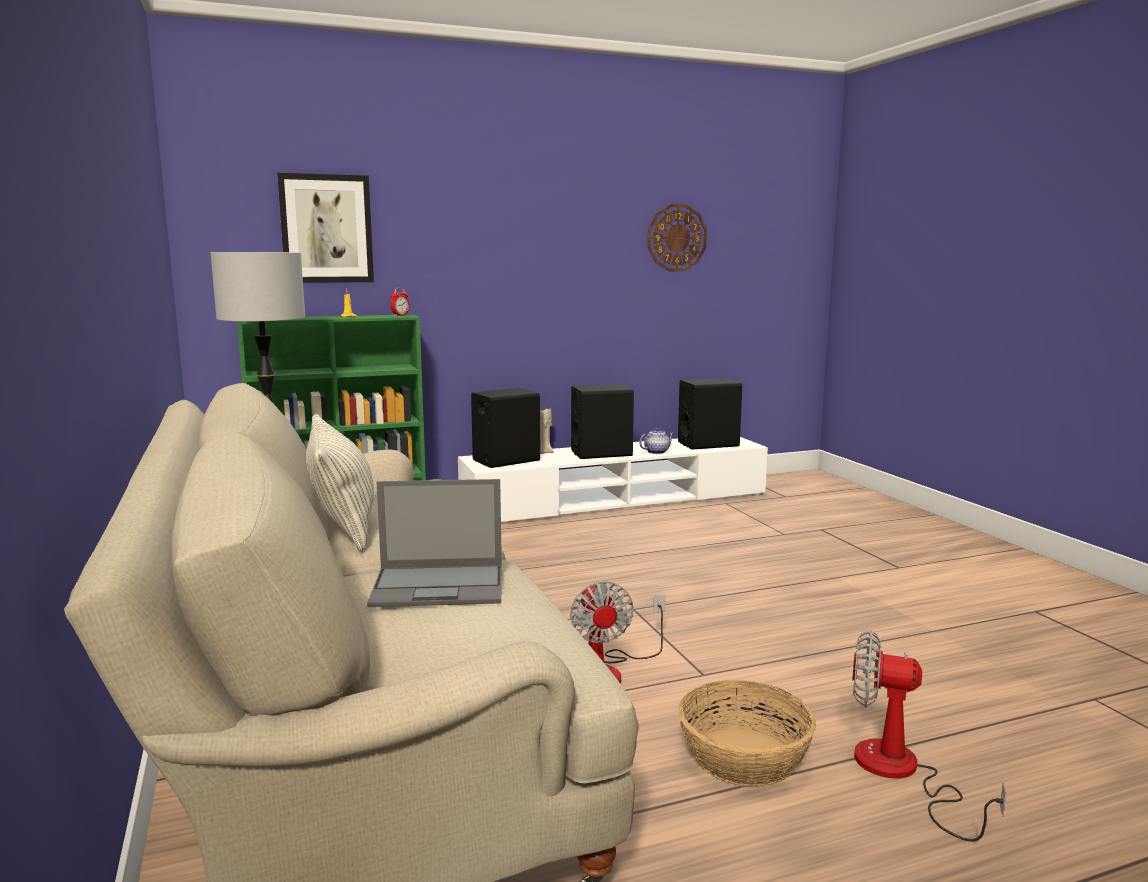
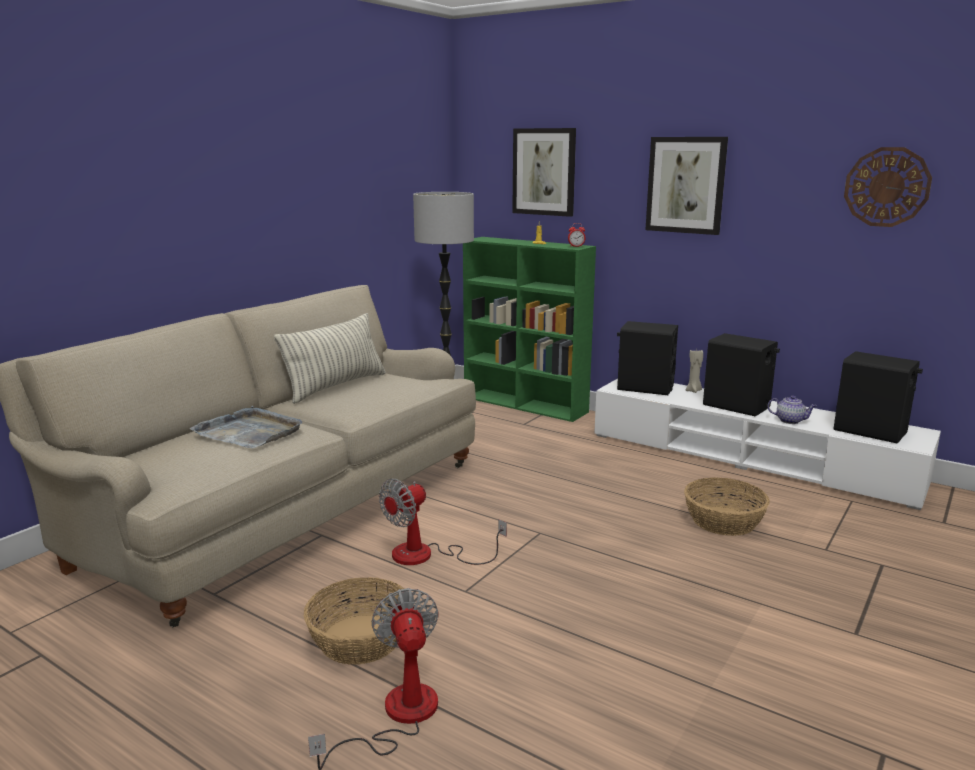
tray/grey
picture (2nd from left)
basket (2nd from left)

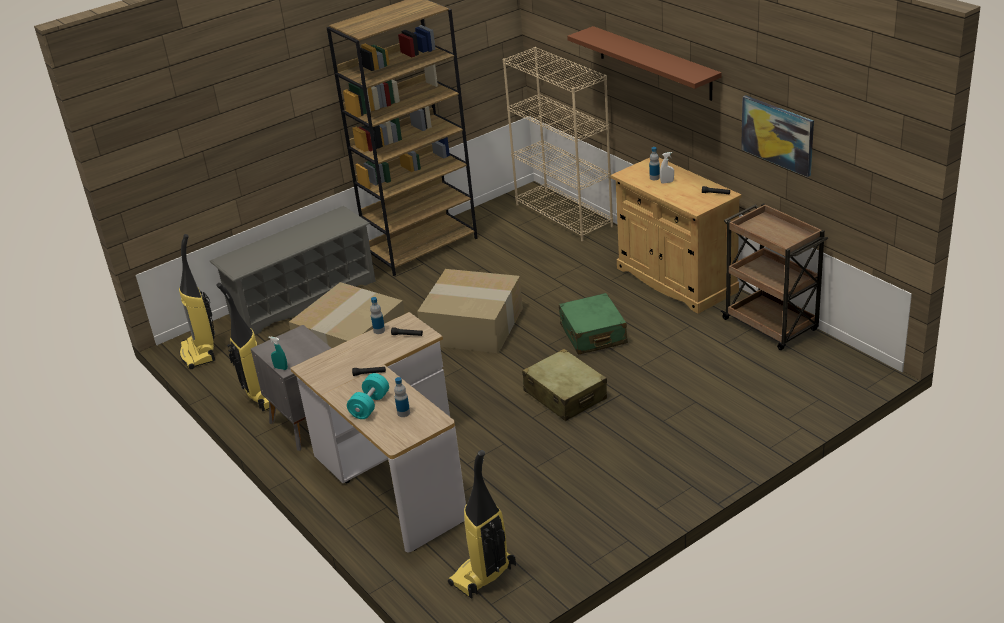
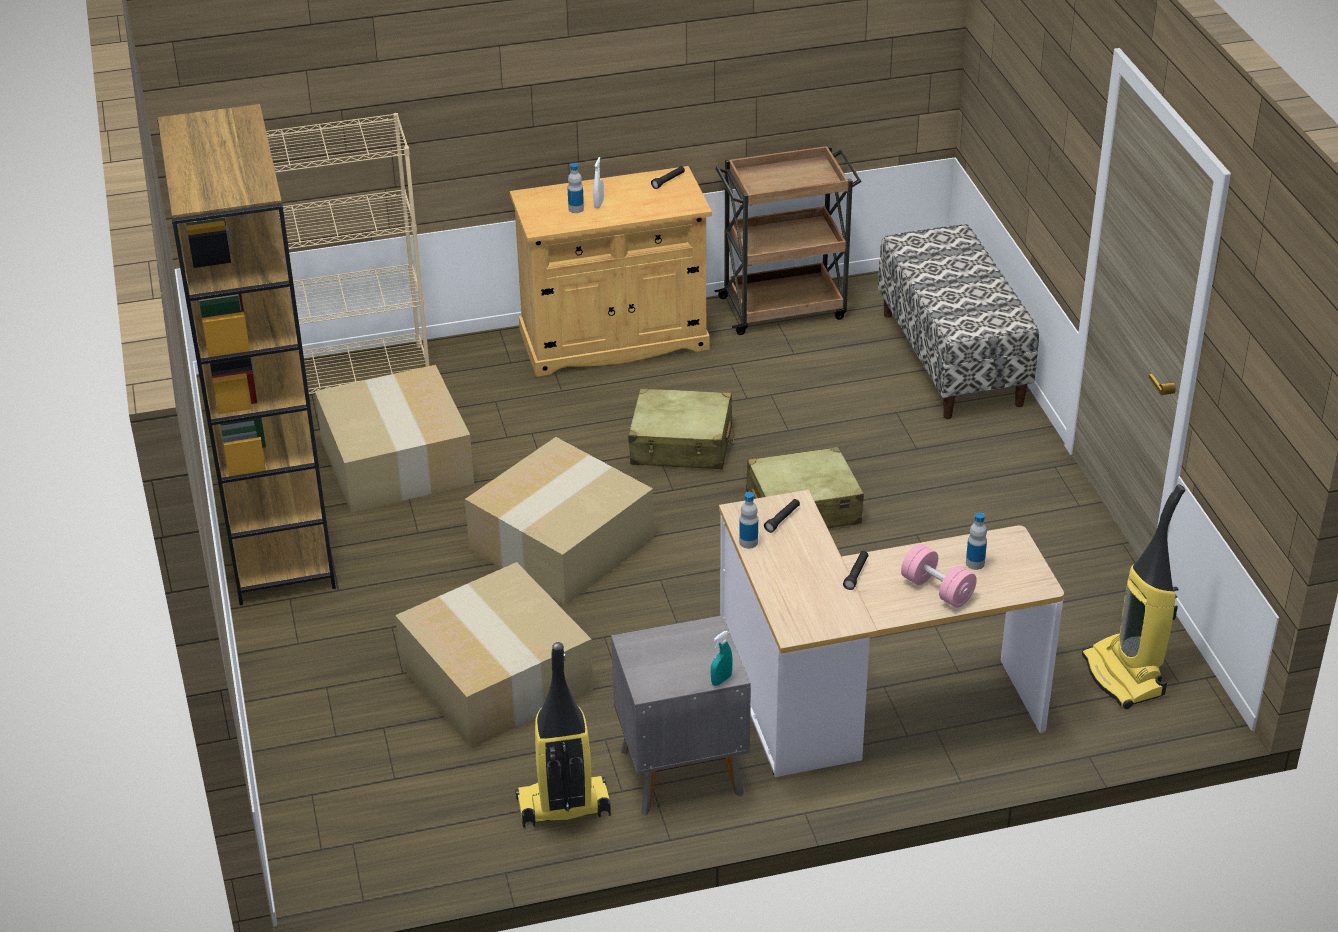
vacuum cleaner (1st from left in the first image)
shoe rack/grey
dumbbell/pink
suitcase/beige (1st from left)
shelf/brown
picture
cardboard box (1st from left)
bench

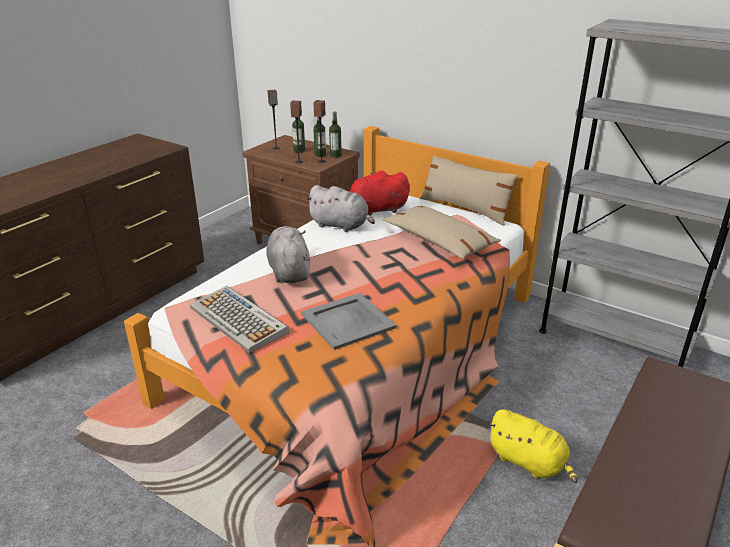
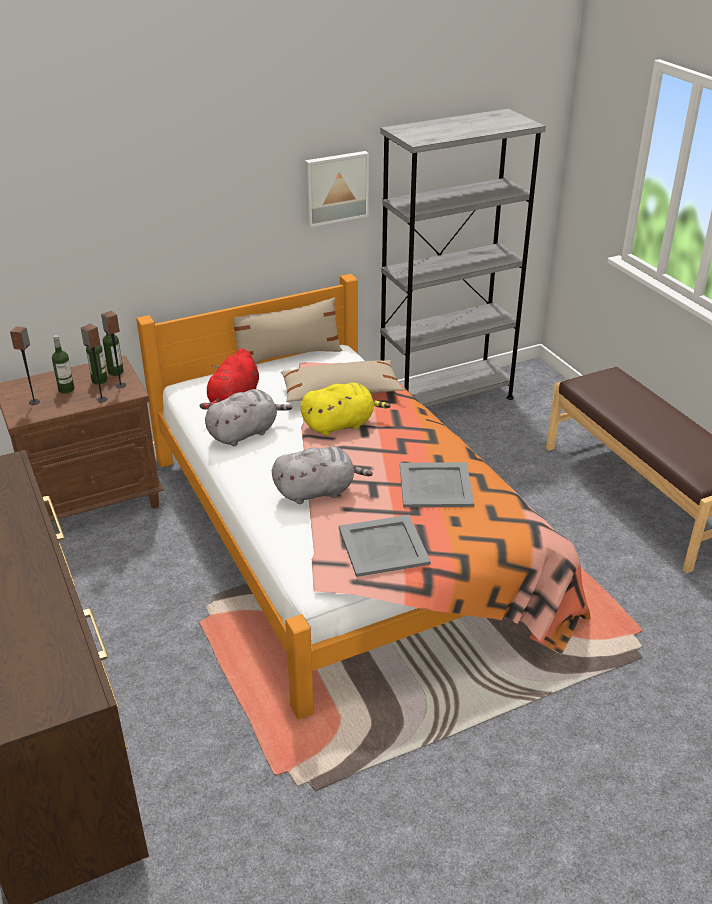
tray/grey (1st from left)
plush toy/grey (2nd from left)
plush toy/yellow
picture

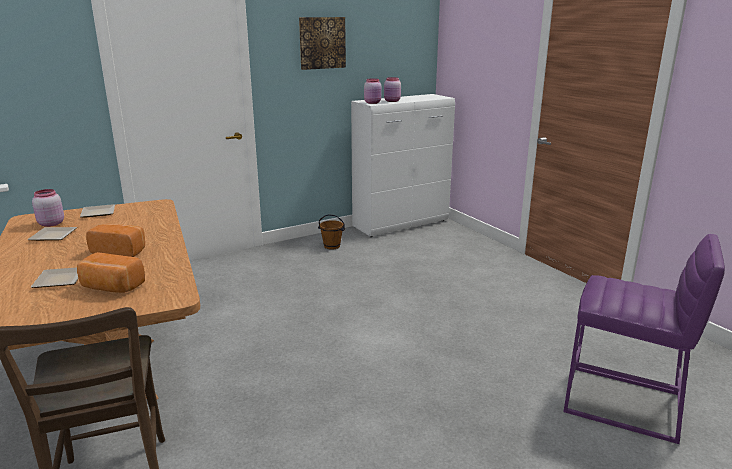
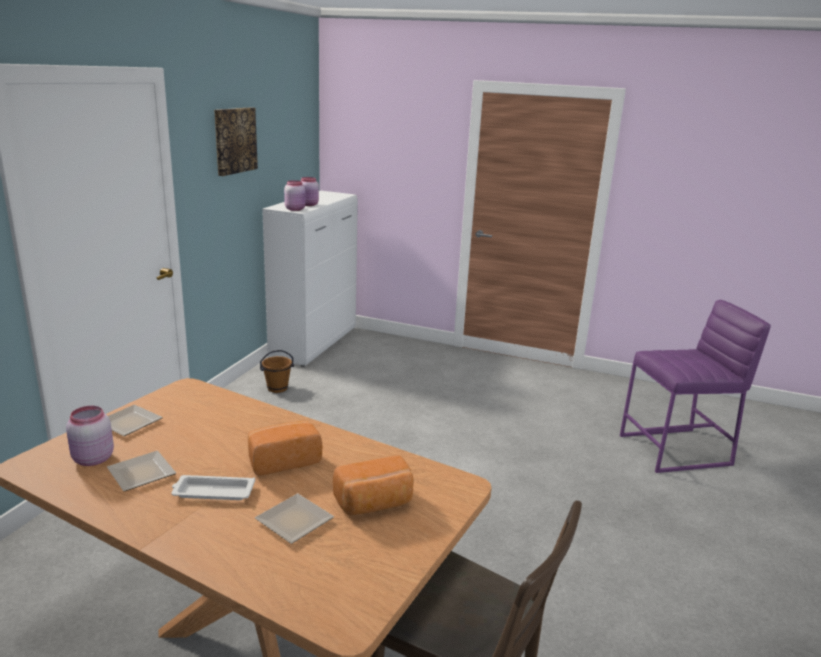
tray/white

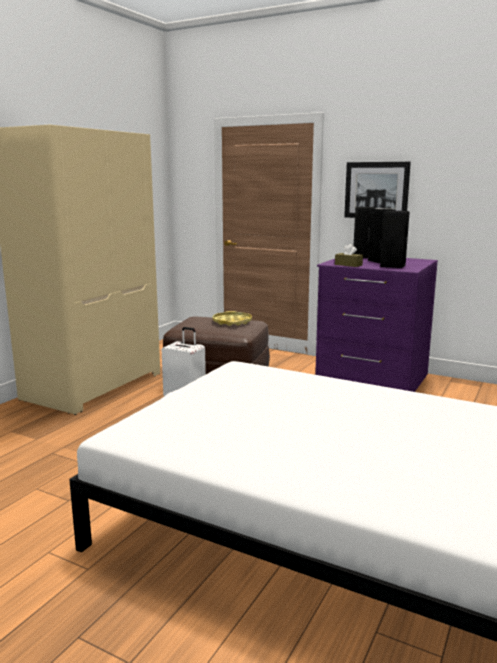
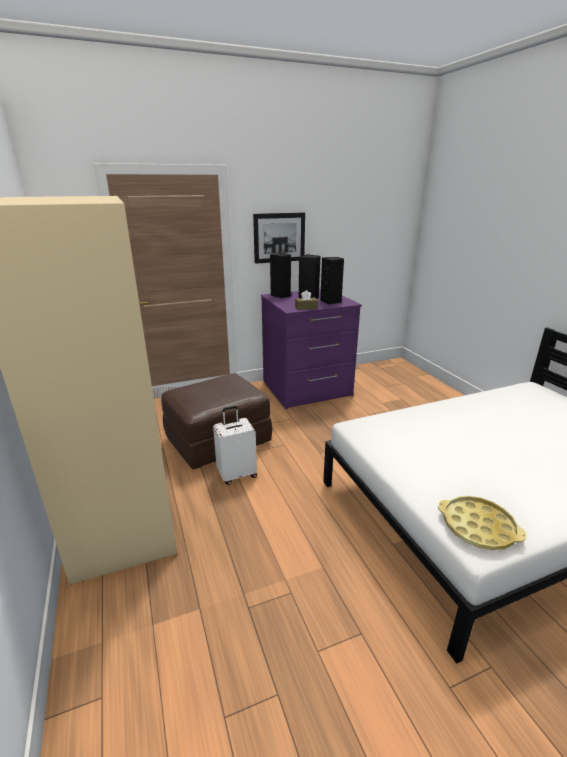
tray/yellow

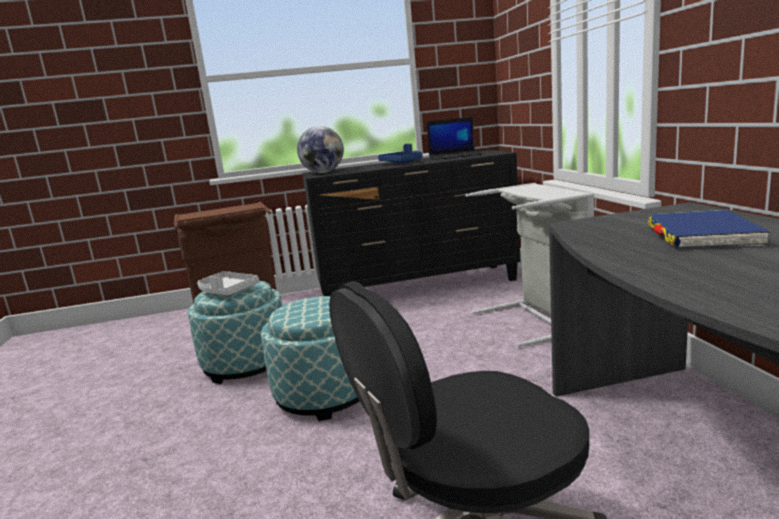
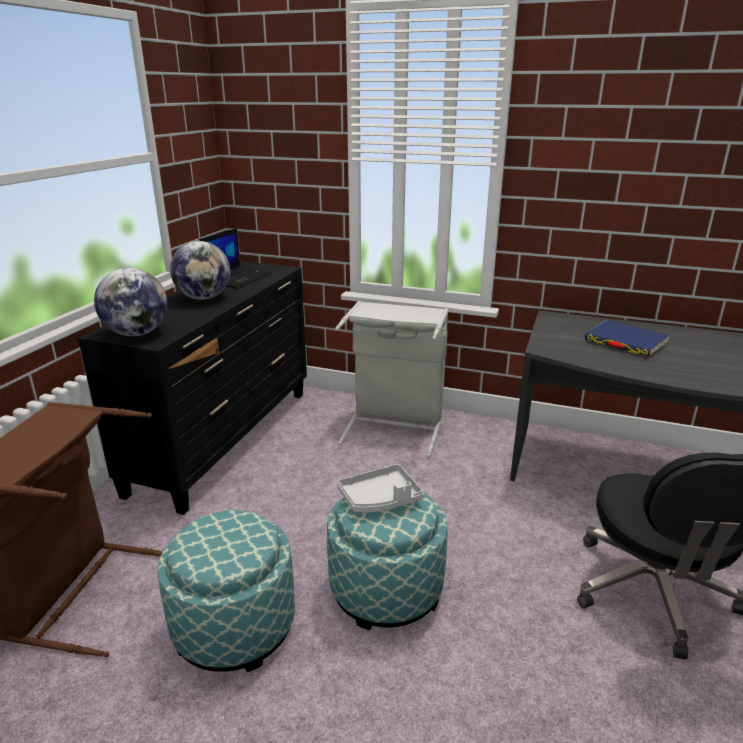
tray/grey
globe (2nd from left)

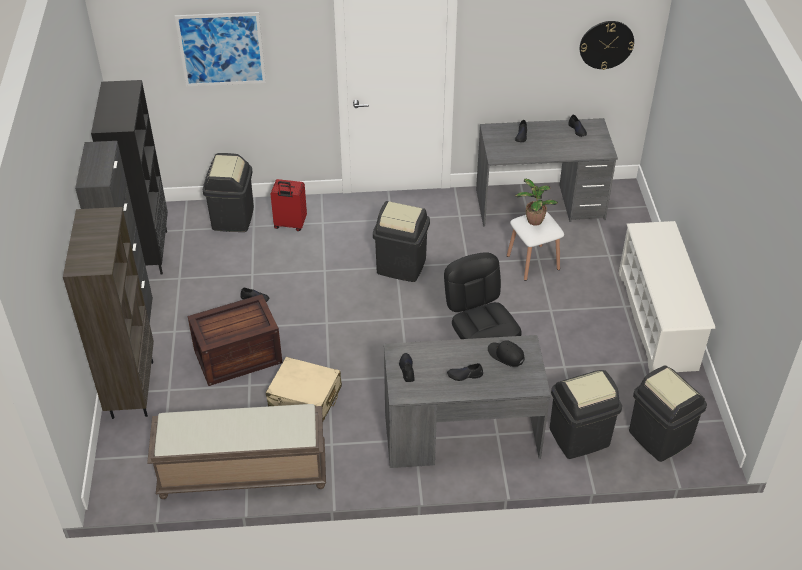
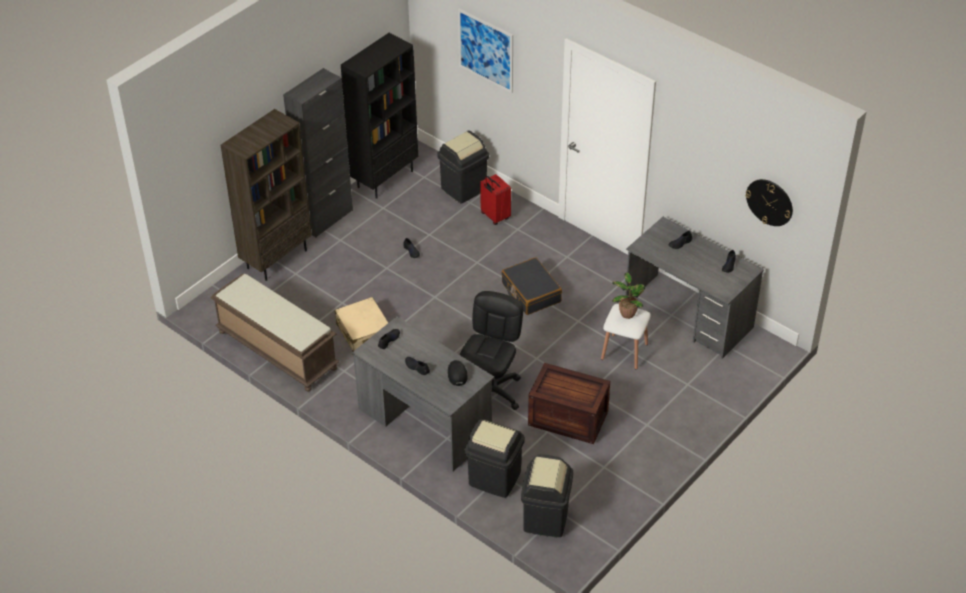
crate
suitcase/black
shoe rack/white

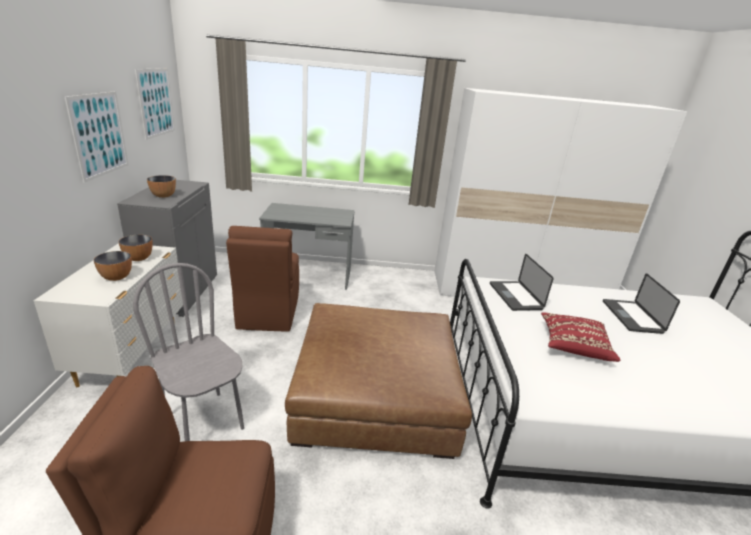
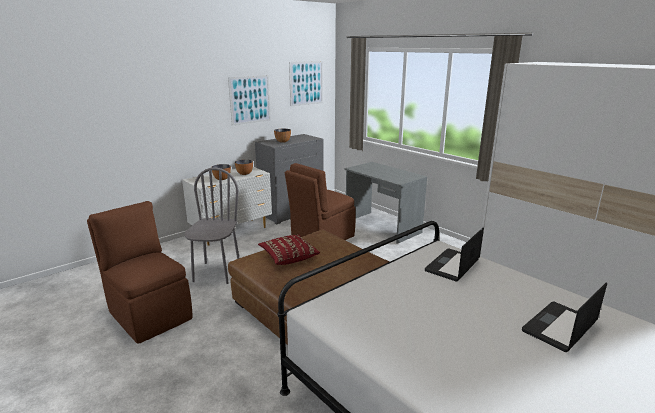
pillow/red

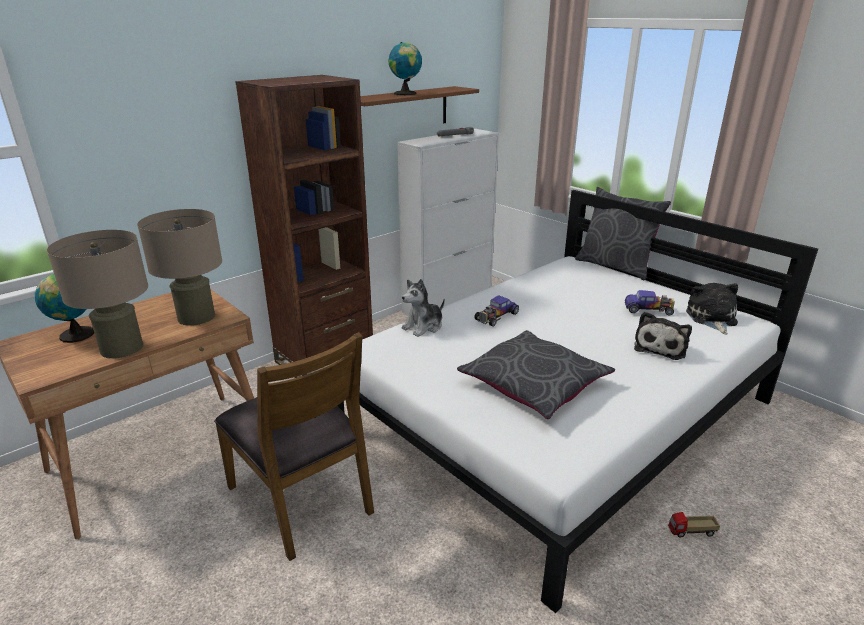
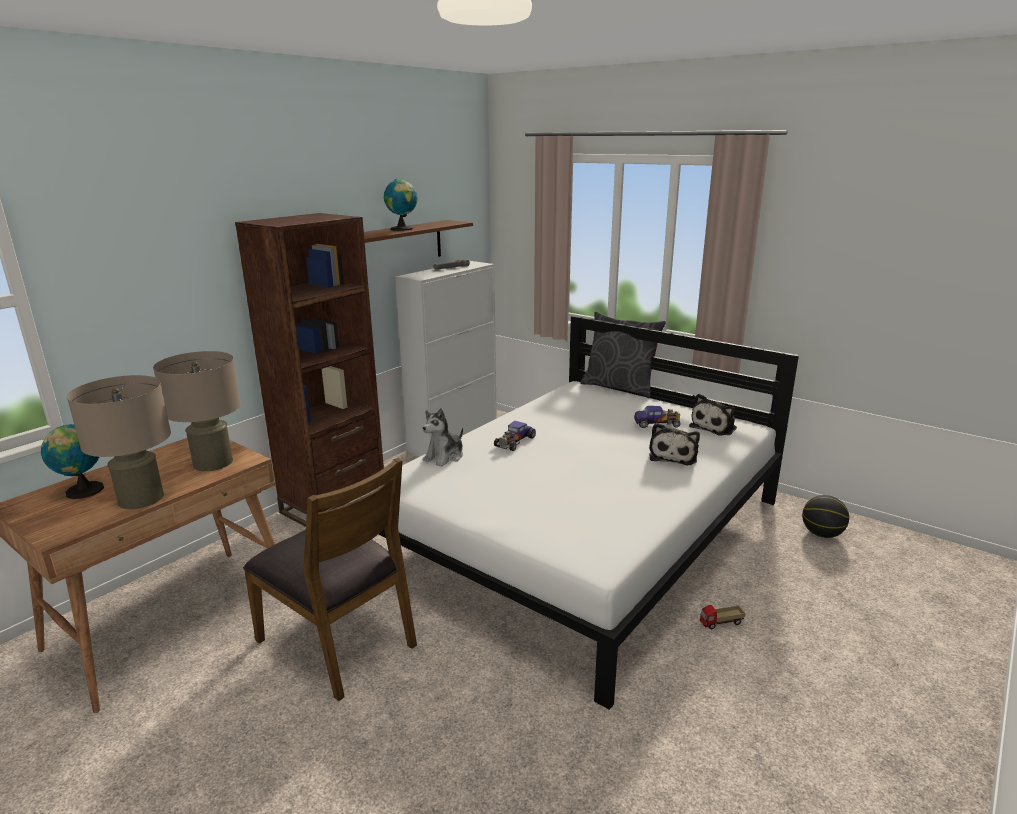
pillow/grey (1st from left in the first image)
plush toy (3rd from left)
basketball

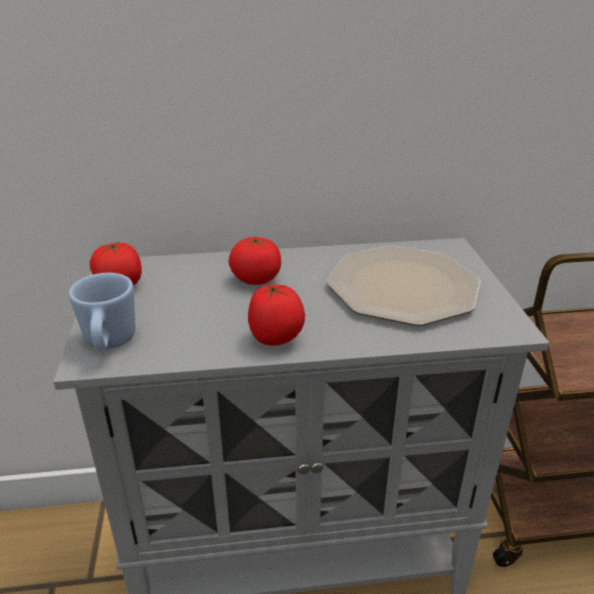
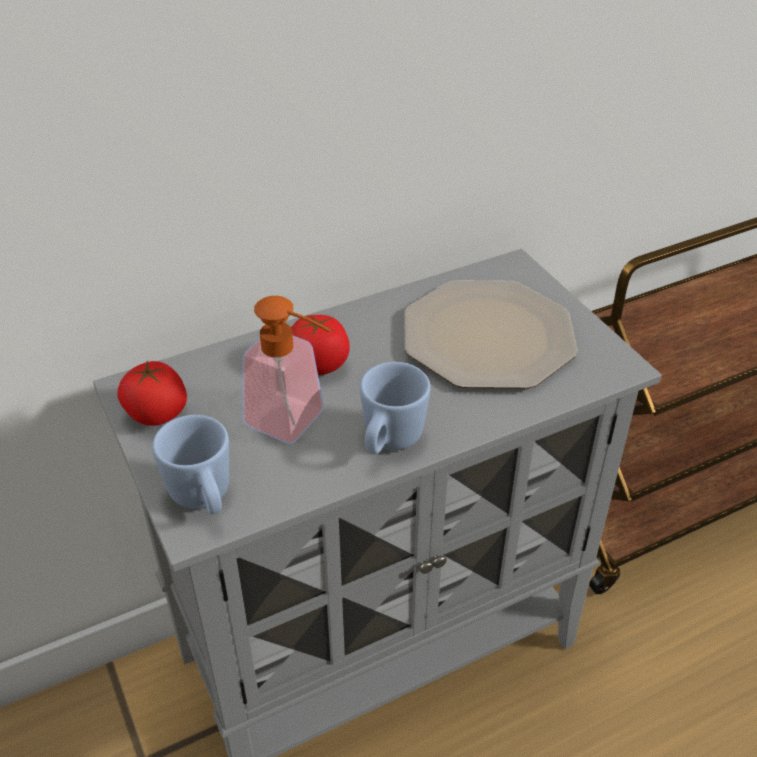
mug/blue (2nd from left)
soap dispenser

